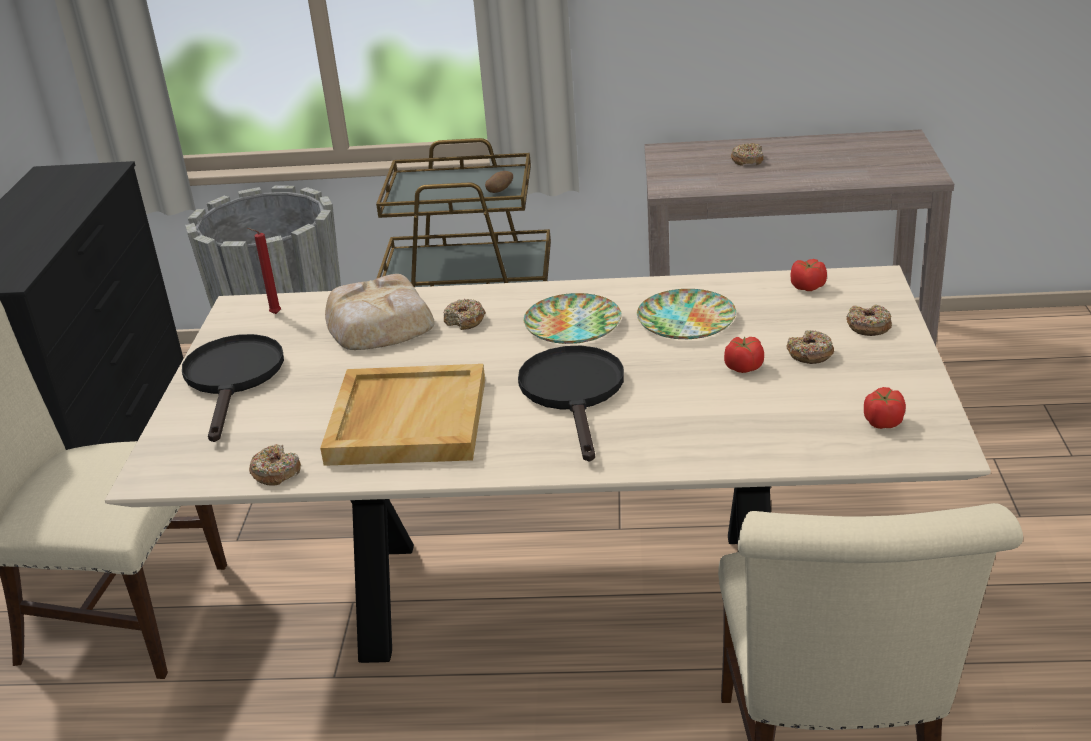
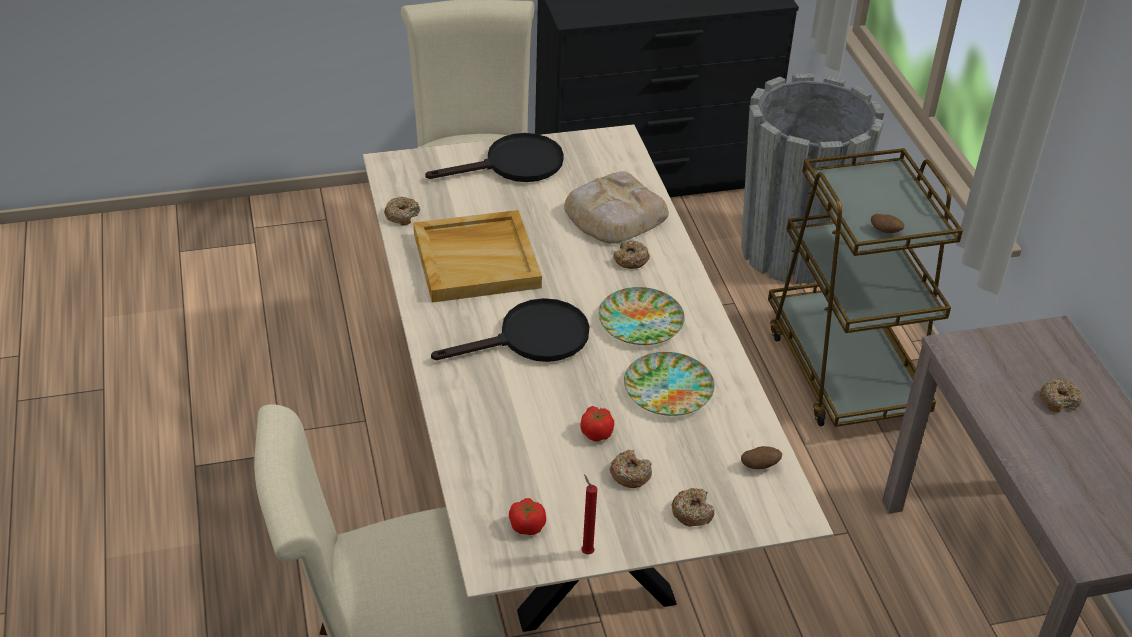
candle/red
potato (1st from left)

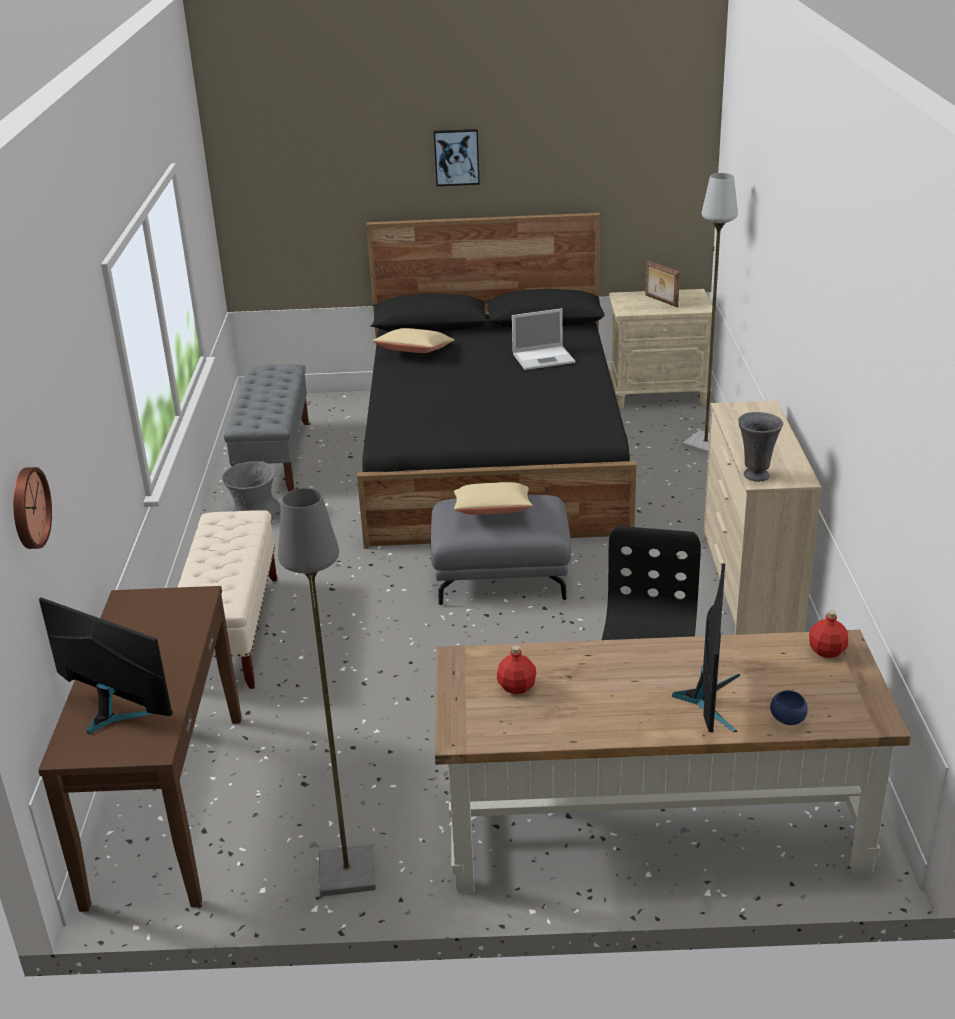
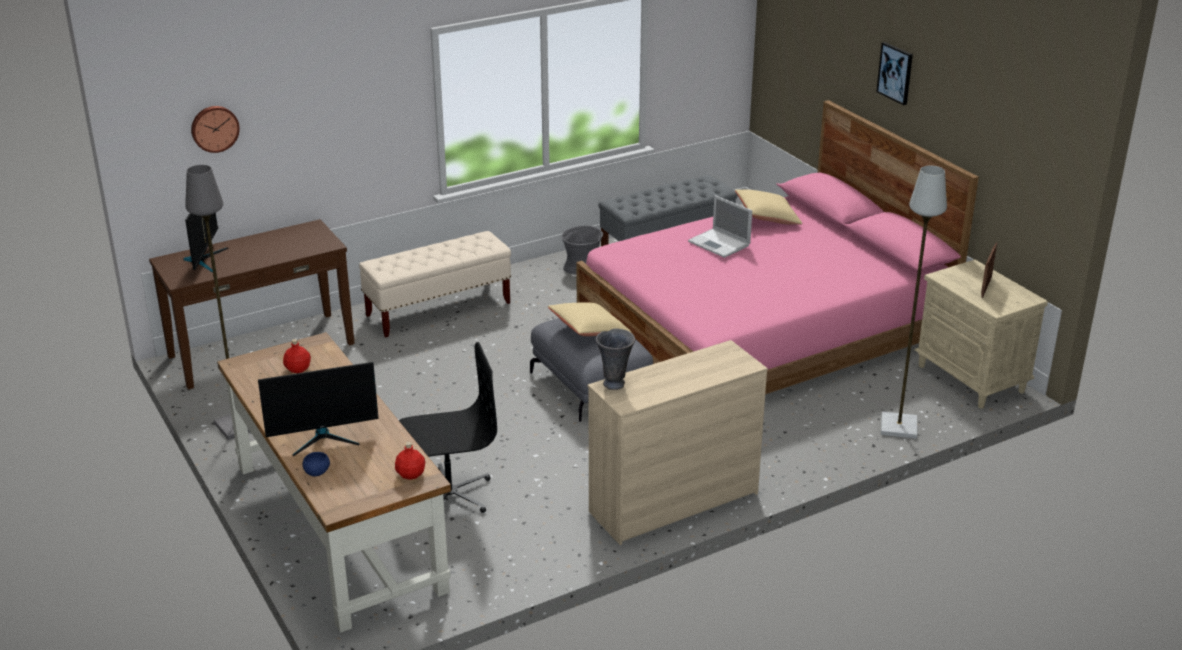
bed/pink
laptop

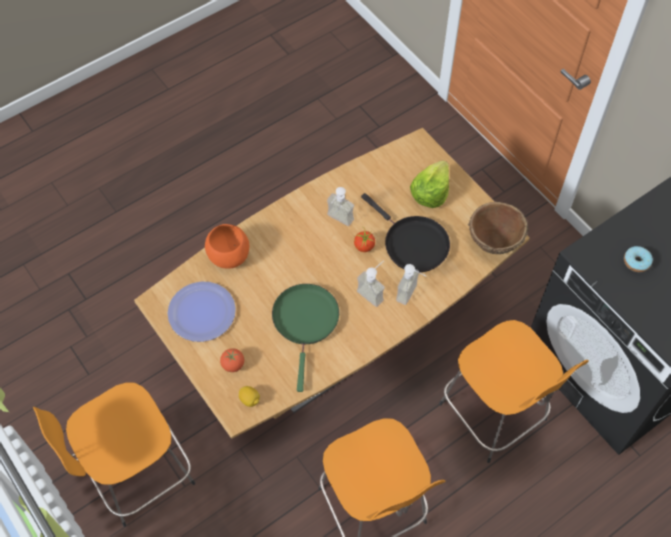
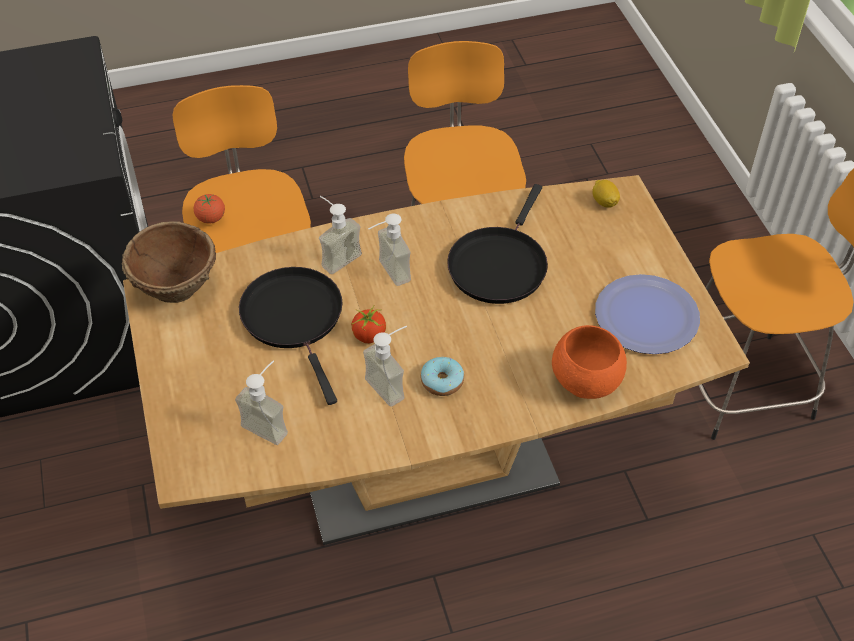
tomato (1st from left)
frying pan/black (2nd from left)
lettuce
donut
soap dispenser (1st from left)

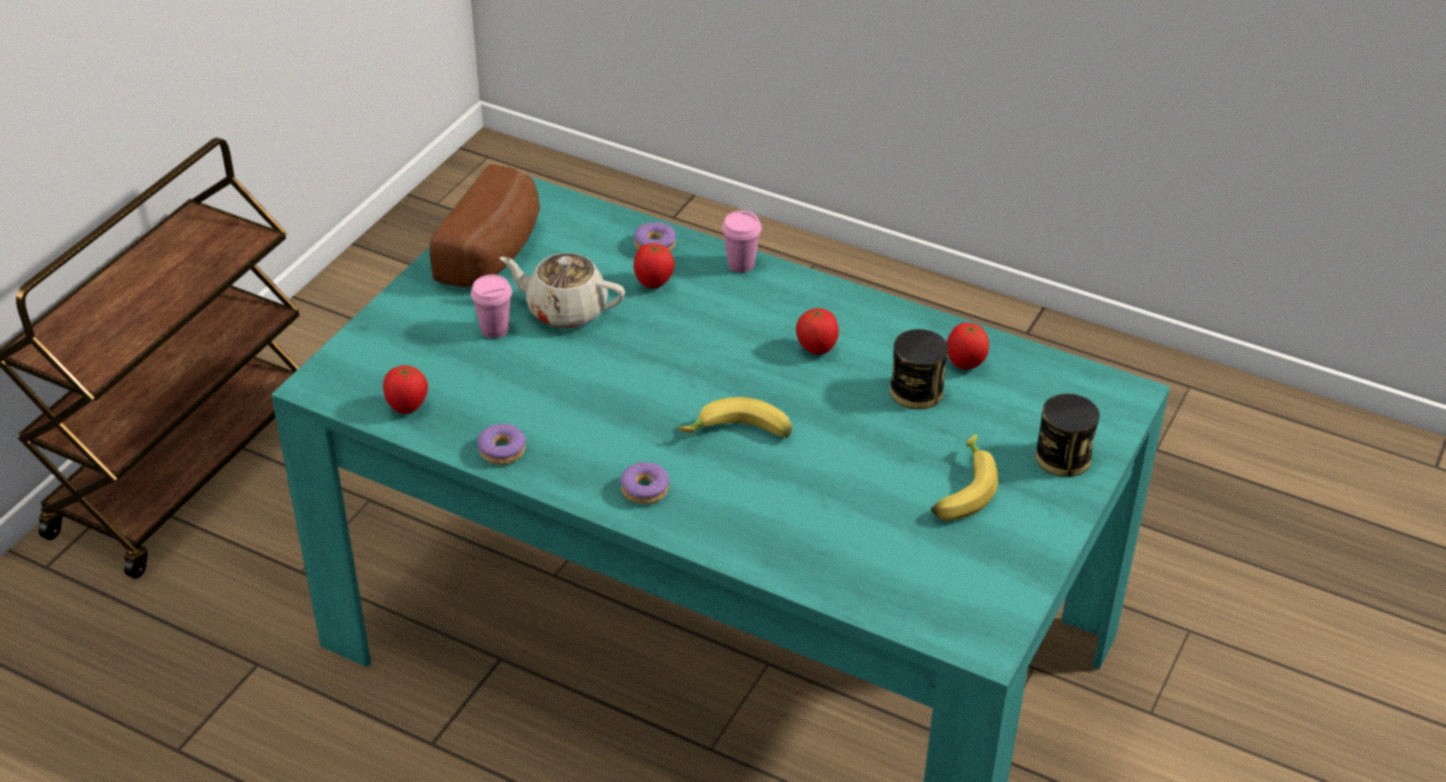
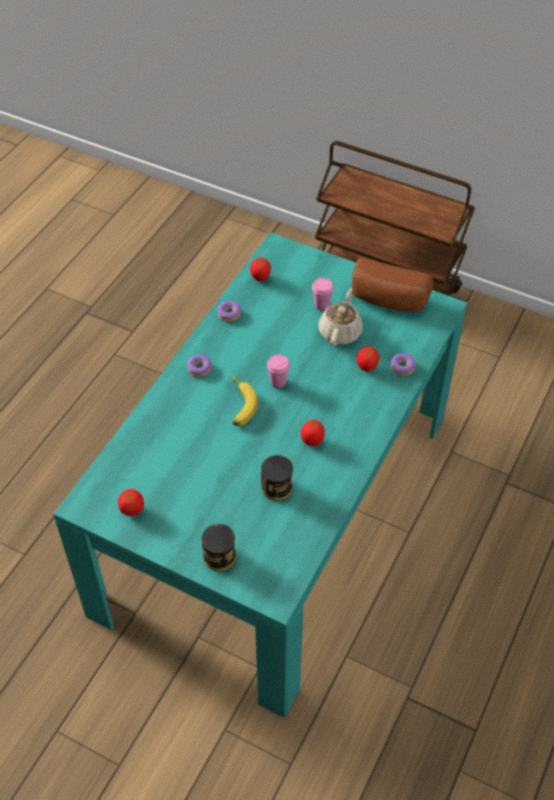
cup/pink (1st from left)
banana (2nd from left in the first image)
tomato (1st from left)

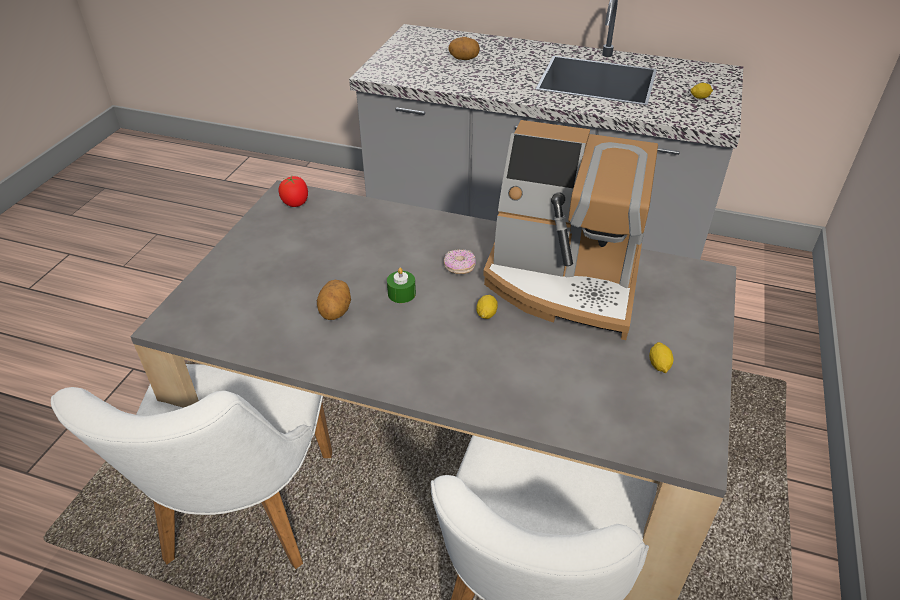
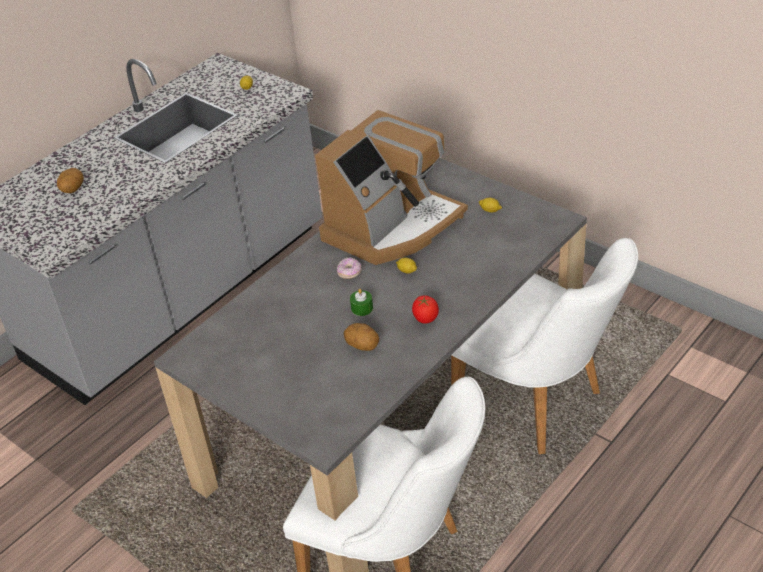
tomato

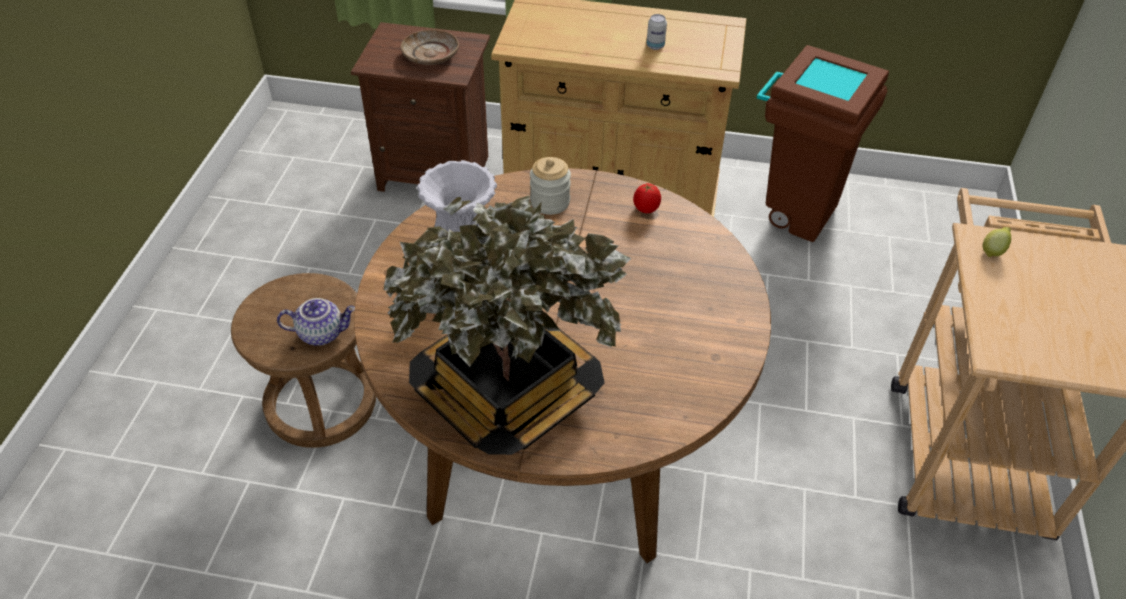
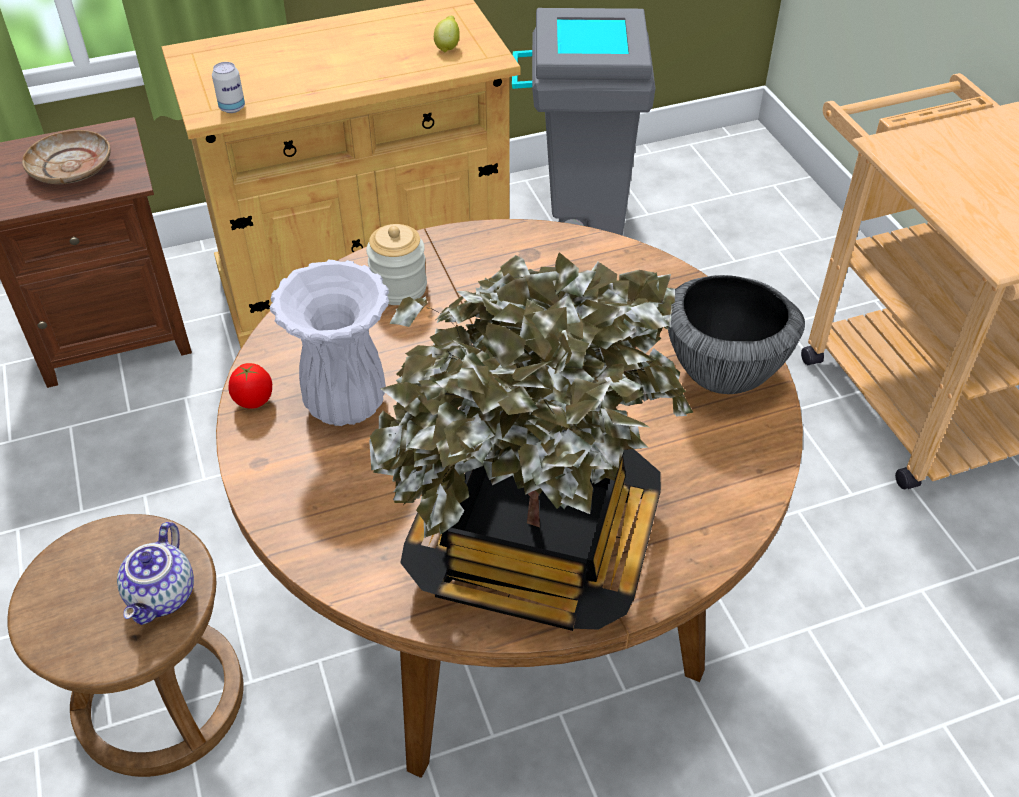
teapot
tomato
can
trash can/grey
lemon
bowl

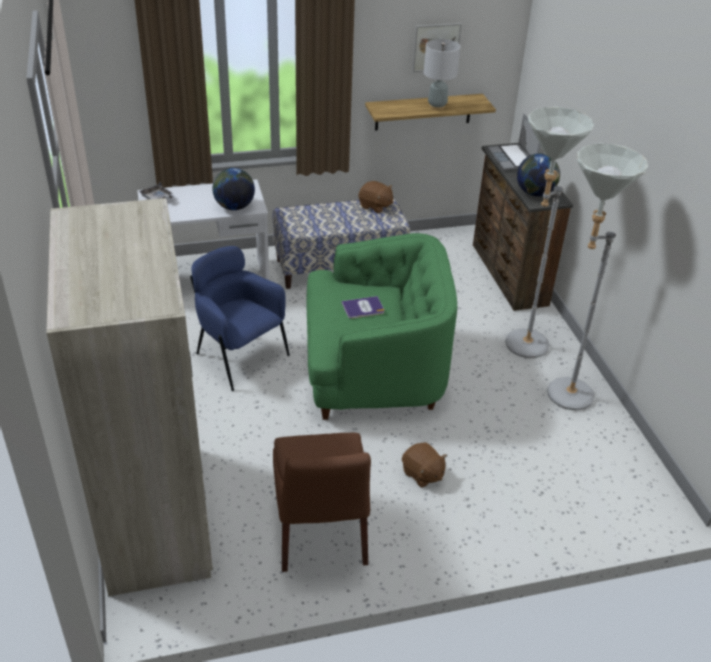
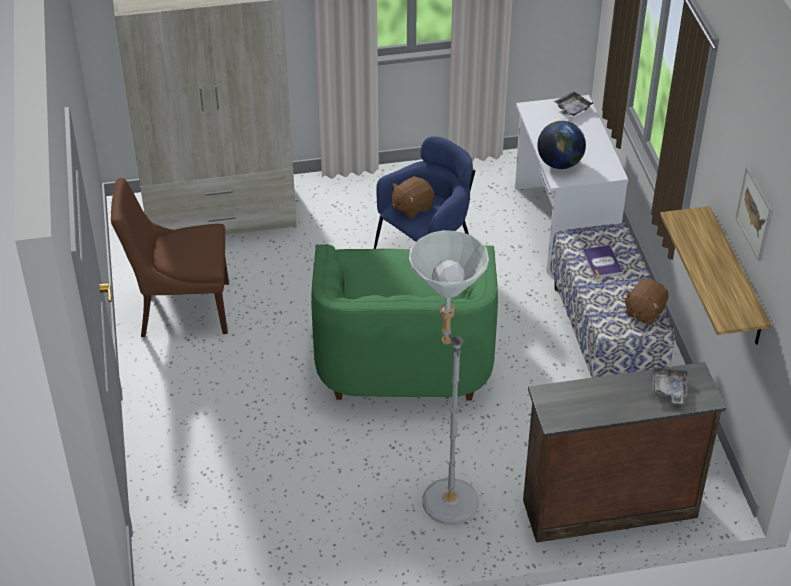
book
plush toy/brown (1st from left)
table lamp/grey
tray/grey (2nd from left)
globe (2nd from left in the first image)
floor lamp/grey (2nd from left in the first image)

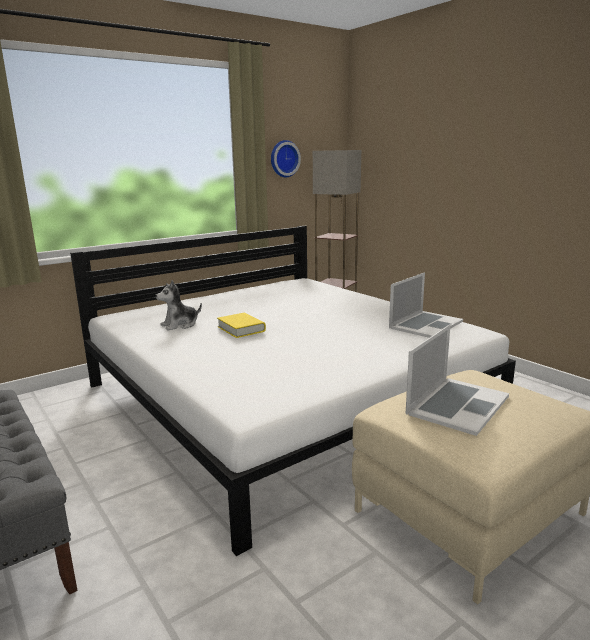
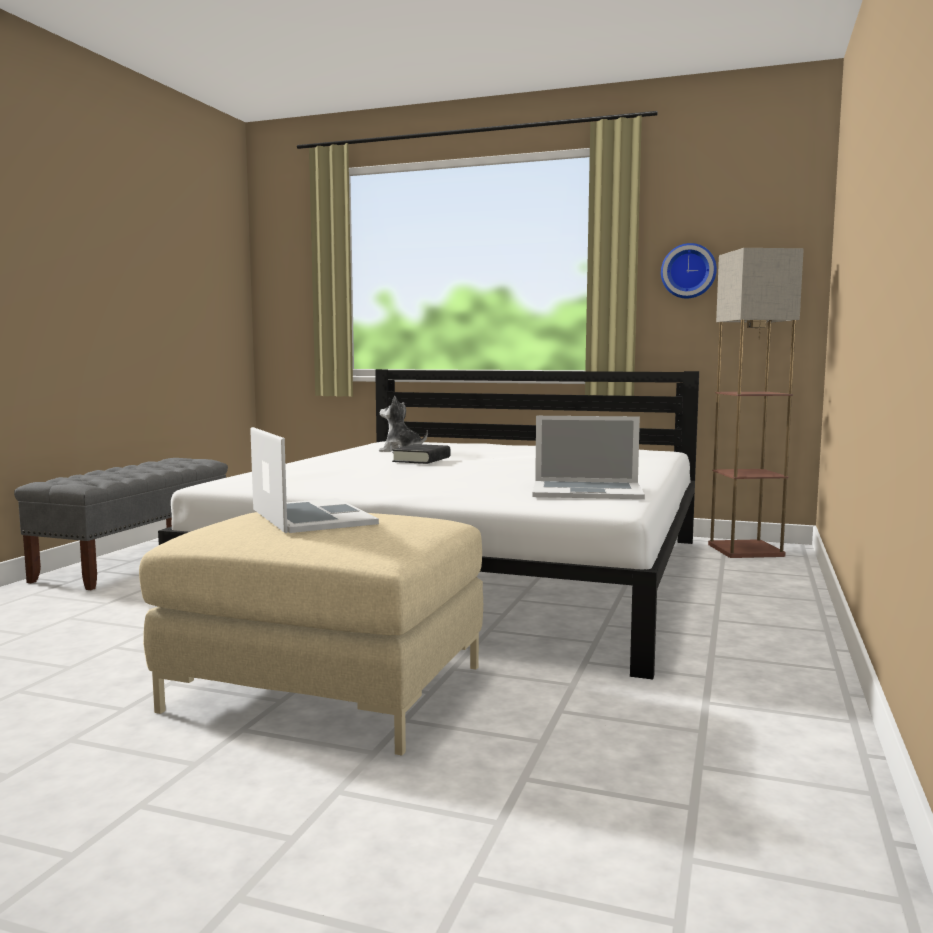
book/black
laptop (1st from left)

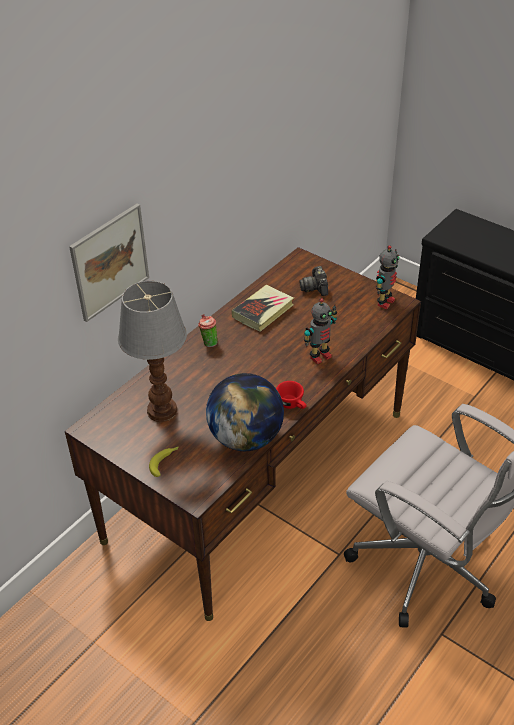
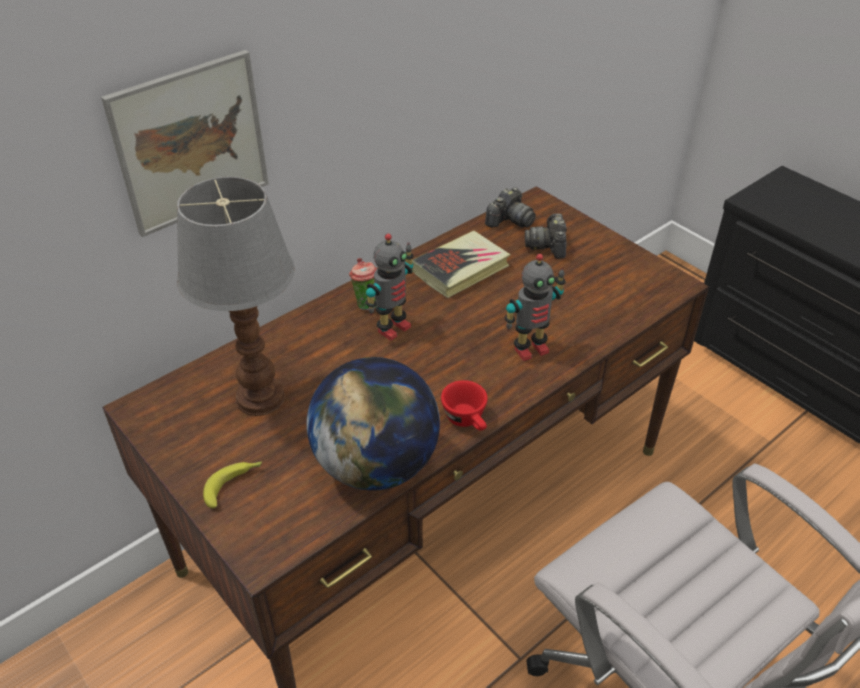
toy robot (1st from left)
photo camera (1st from left)

